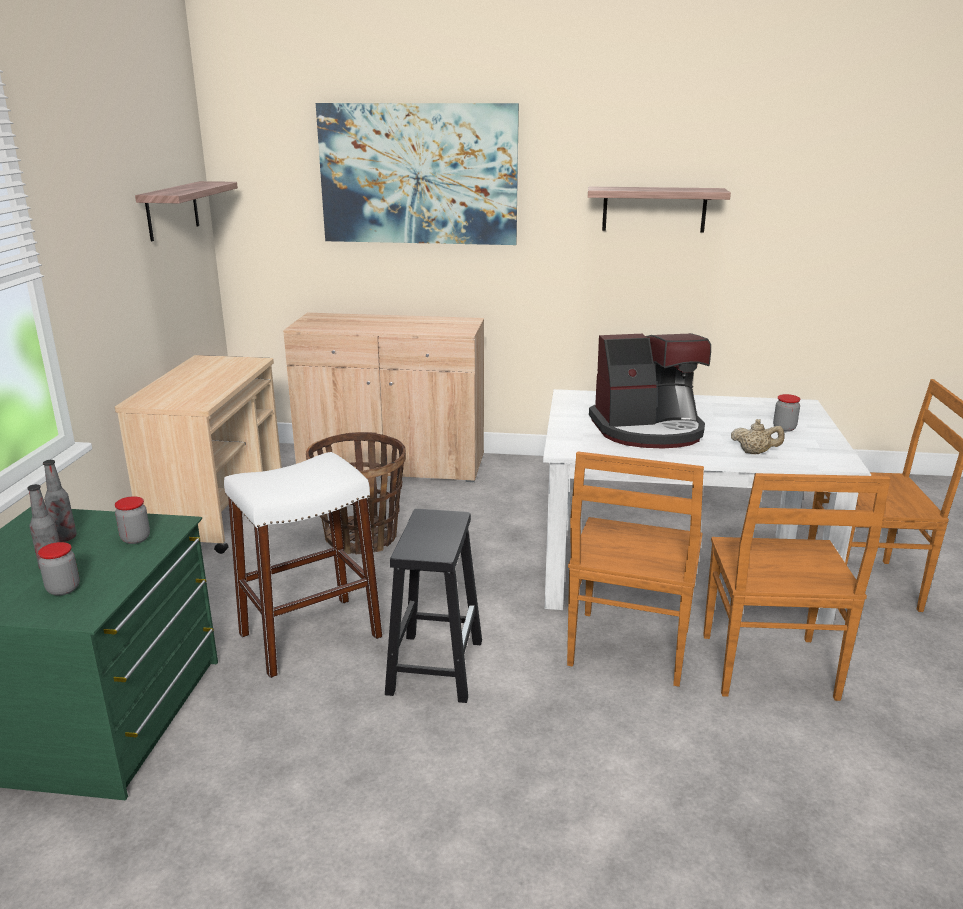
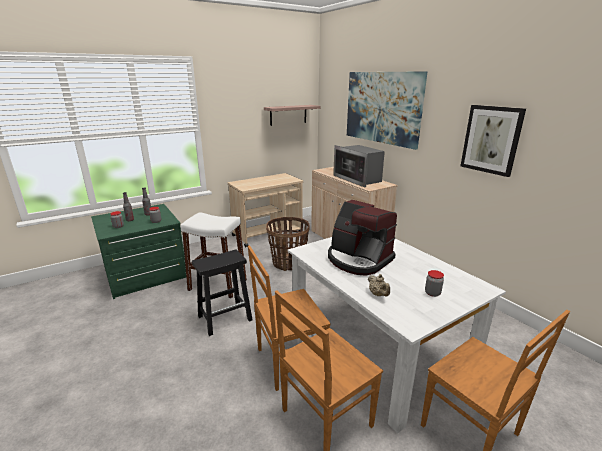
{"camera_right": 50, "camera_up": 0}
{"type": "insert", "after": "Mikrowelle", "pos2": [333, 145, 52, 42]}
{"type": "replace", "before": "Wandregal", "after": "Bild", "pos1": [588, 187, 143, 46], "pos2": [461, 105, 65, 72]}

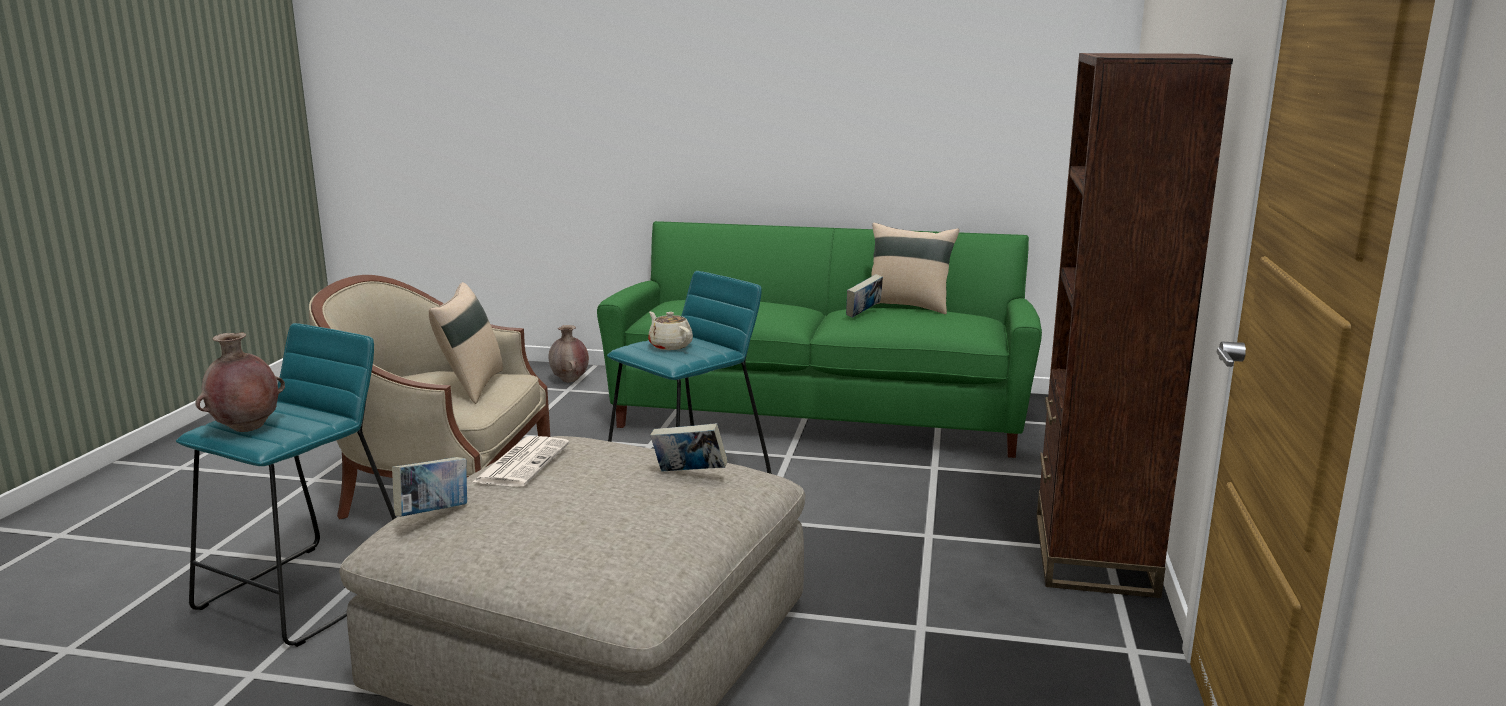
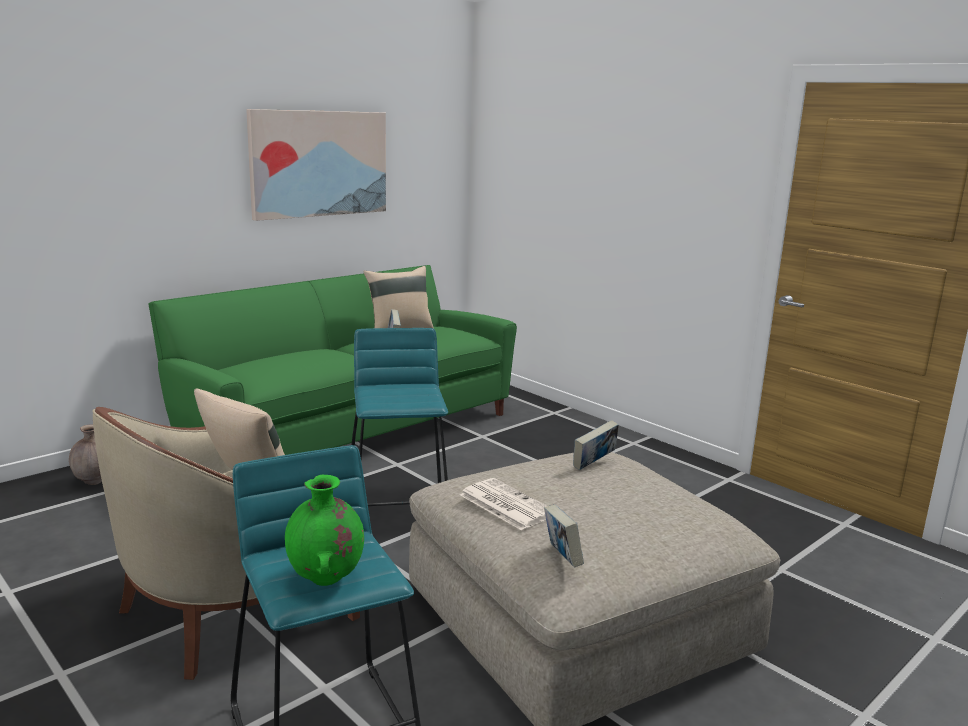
{"camera_right": -55, "camera_up": 0}
{"type": "delete", "before": "Teekanne [beige]", "pos1": [648, 312, 45, 38]}
{"type": "delete", "before": "Bücherregal [braun]", "pos1": [1037, 53, 196, 545]}
{"type": "insert", "after": "Bild", "pos2": [246, 109, 140, 112]}
{"type": "recolor", "before": "Vase [braun]", "after": "Vase [grün]", "pos1": [195, 333, 90, 99], "pos2": [285, 475, 79, 111]}

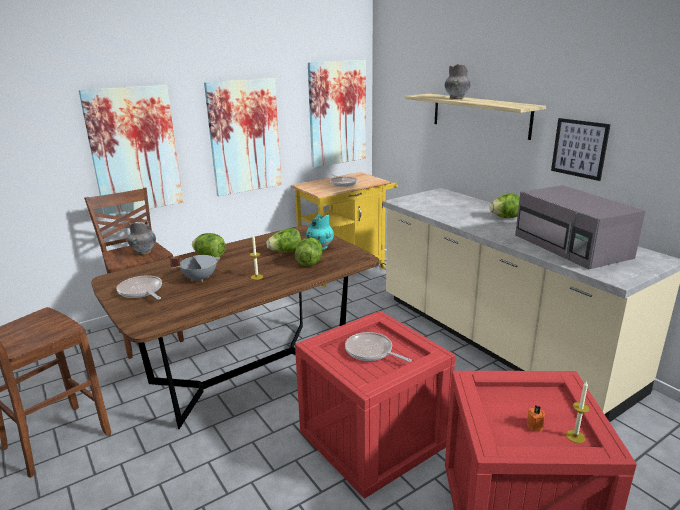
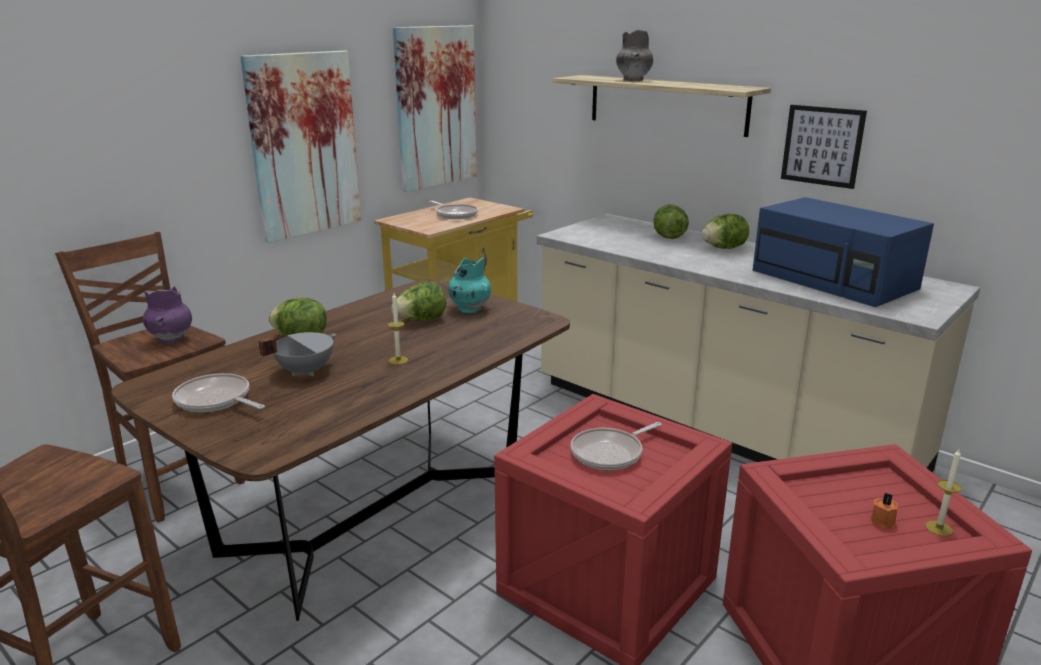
{"camera_right": -15, "camera_up": 0}
{"type": "delete", "before": "Bild", "pos1": [79, 85, 104, 130]}
{"type": "move", "before": "Salatkopf", "pos1": [295, 237, 28, 29], "pos2": [653, 204, 36, 35]}
{"type": "recolor", "before": "Vase [grau]", "after": "Vase [lila]", "pos1": [128, 221, 28, 34], "pos2": [143, 286, 49, 59]}
{"type": "recolor", "before": "Mikrowelle [grau]", "after": "Mikrowelle [blau]", "pos1": [515, 185, 130, 85], "pos2": [753, 197, 181, 110]}
{"type": "rotate", "before": "Pfanne", "pos1": [345, 332, 67, 30], "pos2": [571, 422, 91, 48], "turn": -60}

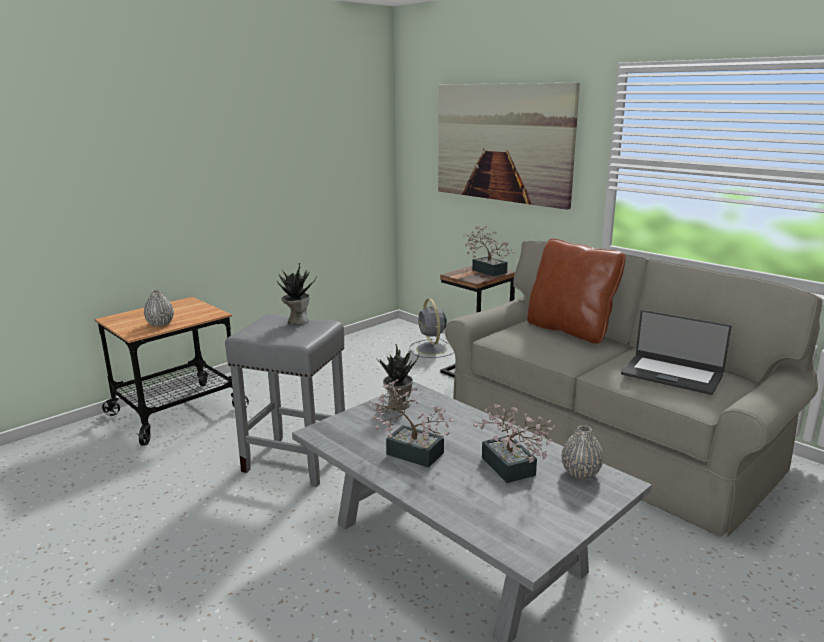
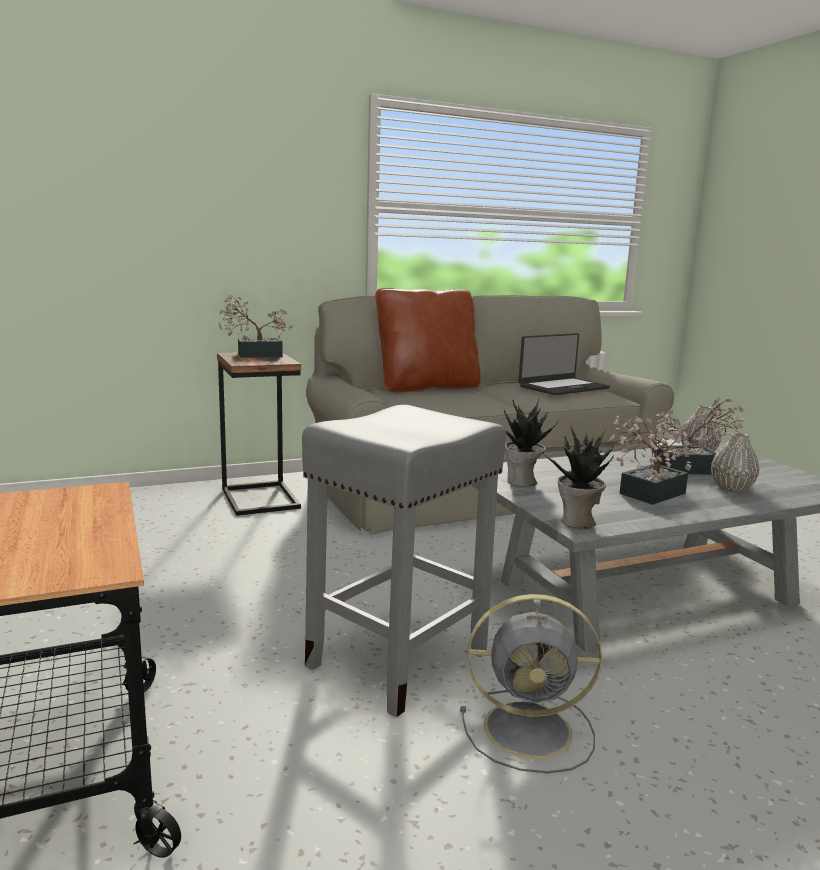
{"camera_right": -70, "camera_up": -5}
{"type": "delete", "before": "Bild", "pos1": [438, 82, 142, 128]}
{"type": "move", "before": "Vase [grau]", "pos1": [144, 290, 30, 37], "pos2": [711, 433, 48, 58]}
{"type": "move", "before": "Topfpflanze", "pos1": [277, 263, 39, 62], "pos2": [545, 426, 70, 103]}
{"type": "move", "before": "Ventilator [grau]", "pos1": [410, 299, 43, 59], "pos2": [460, 594, 142, 179]}

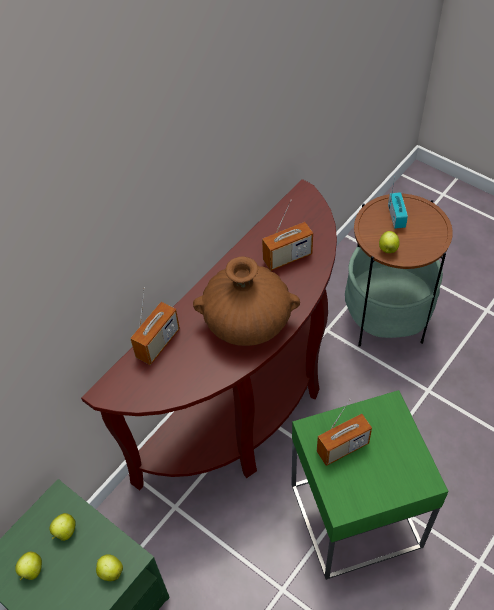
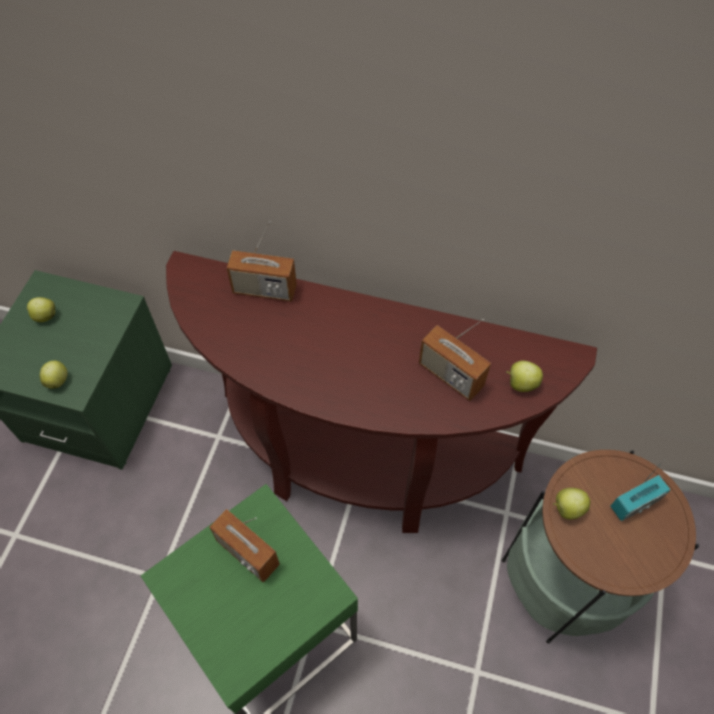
{"camera_right": 65, "camera_up": 5}
{"type": "delete", "before": "Vase [braun]", "pos1": [193, 256, 107, 90]}
{"type": "move", "before": "Apfel", "pos1": [50, 513, 26, 28], "pos2": [506, 361, 37, 31]}

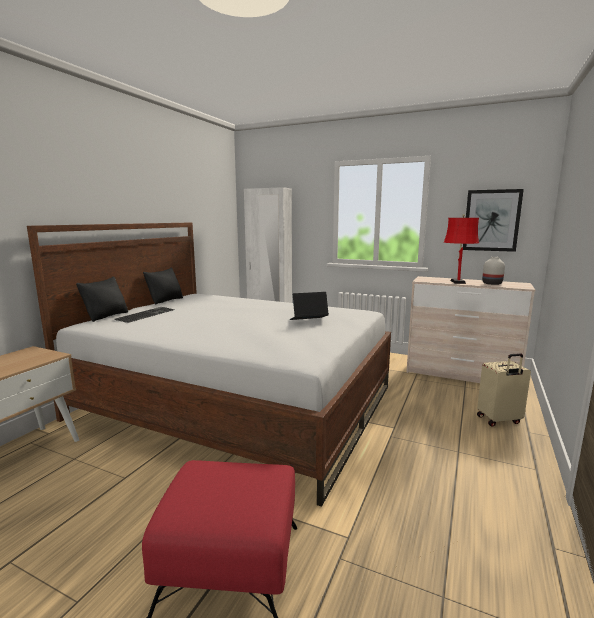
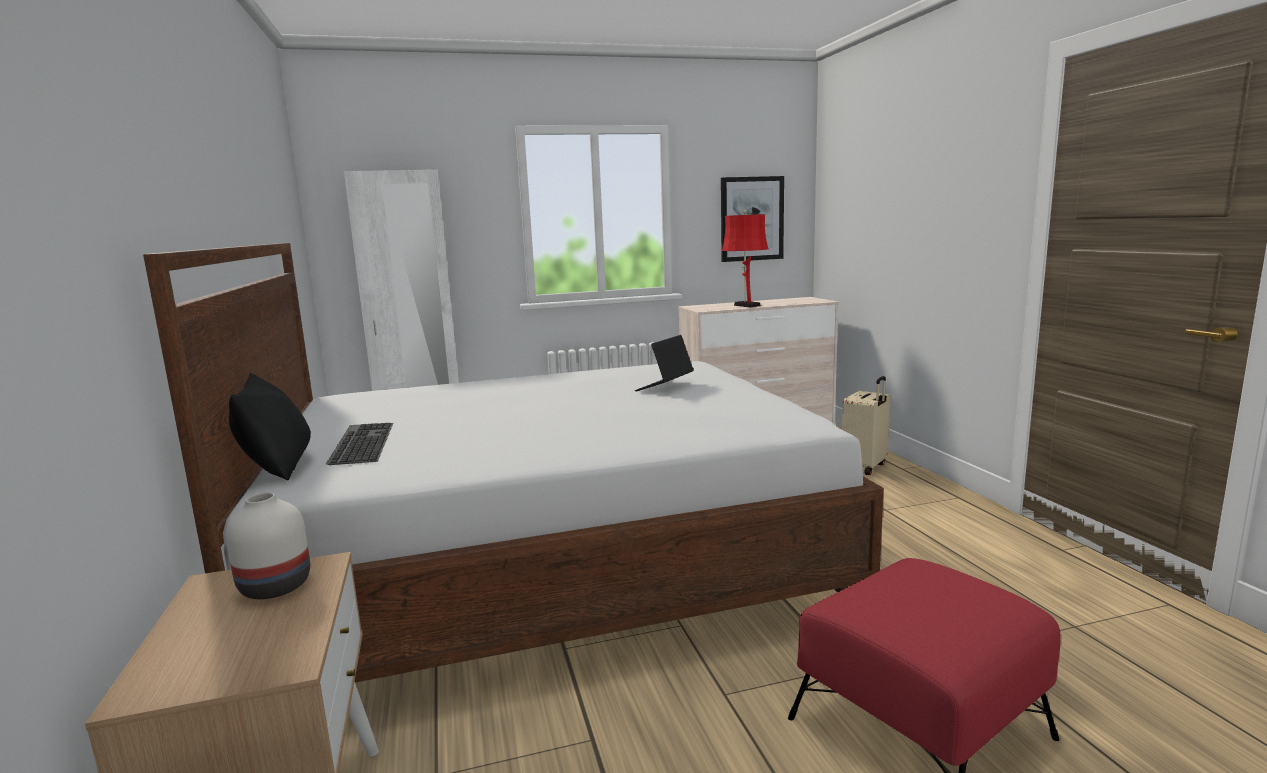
{"camera_right": -40, "camera_up": 0}
{"type": "delete", "before": "Kissen [schwarz]", "pos1": [143, 267, 40, 37]}
{"type": "move", "before": "Vase [weiß]", "pos1": [482, 257, 23, 28], "pos2": [226, 492, 84, 107]}

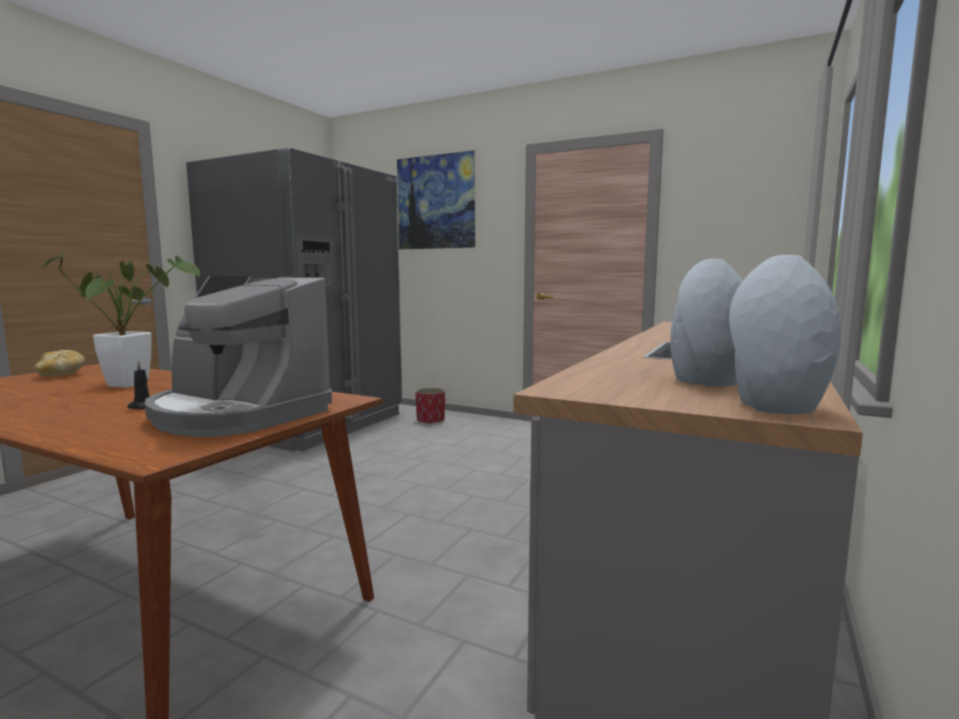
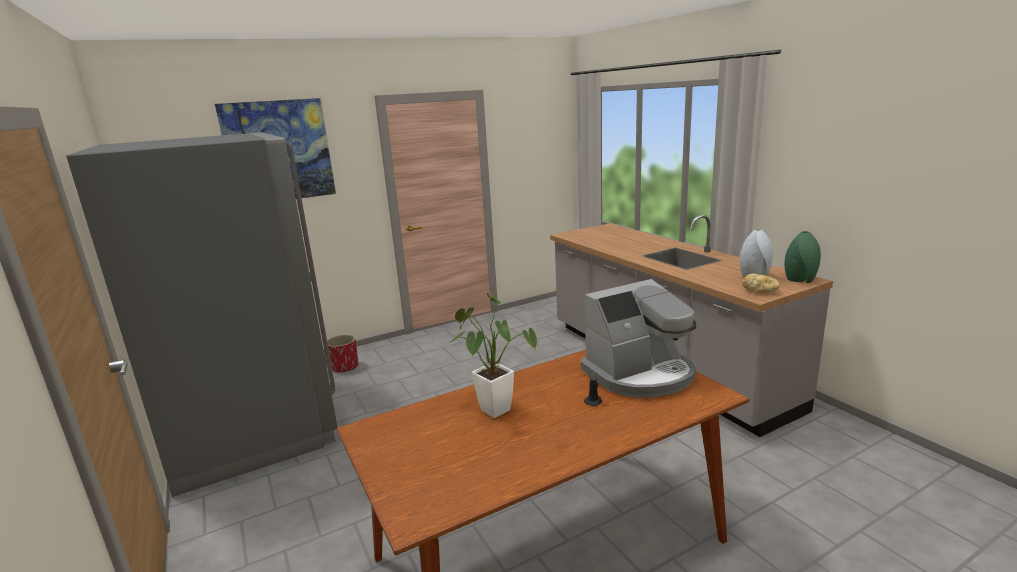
{"camera_right": -55, "camera_up": 10}
{"type": "move", "before": "Brot", "pos1": [34, 350, 52, 26], "pos2": [742, 273, 38, 20]}
{"type": "recolor", "before": "Vase [grau]", "after": "Vase [grün]", "pos1": [729, 255, 112, 159], "pos2": [784, 231, 37, 52]}

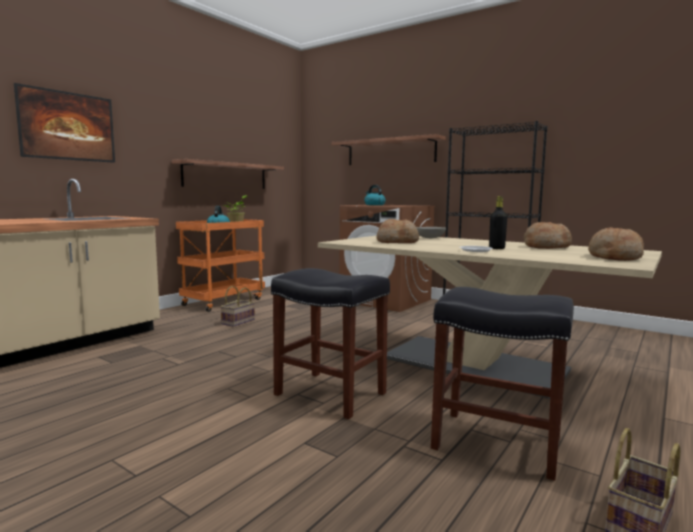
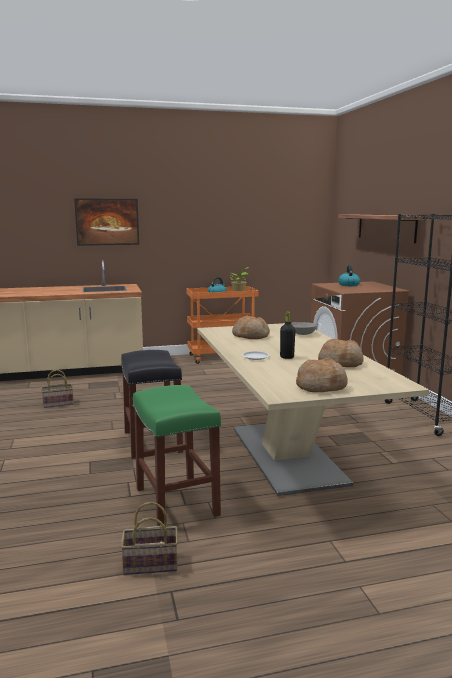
{"camera_right": 40, "camera_up": 5}
{"type": "delete", "before": "Wandregal", "pos1": [172, 159, 112, 30]}
{"type": "move", "before": "Korb", "pos1": [220, 286, 35, 41], "pos2": [41, 370, 33, 38]}
{"type": "recolor", "before": "Hocker [schwarz]", "after": "Hocker [grün]", "pos1": [431, 287, 143, 194], "pos2": [133, 385, 88, 141]}

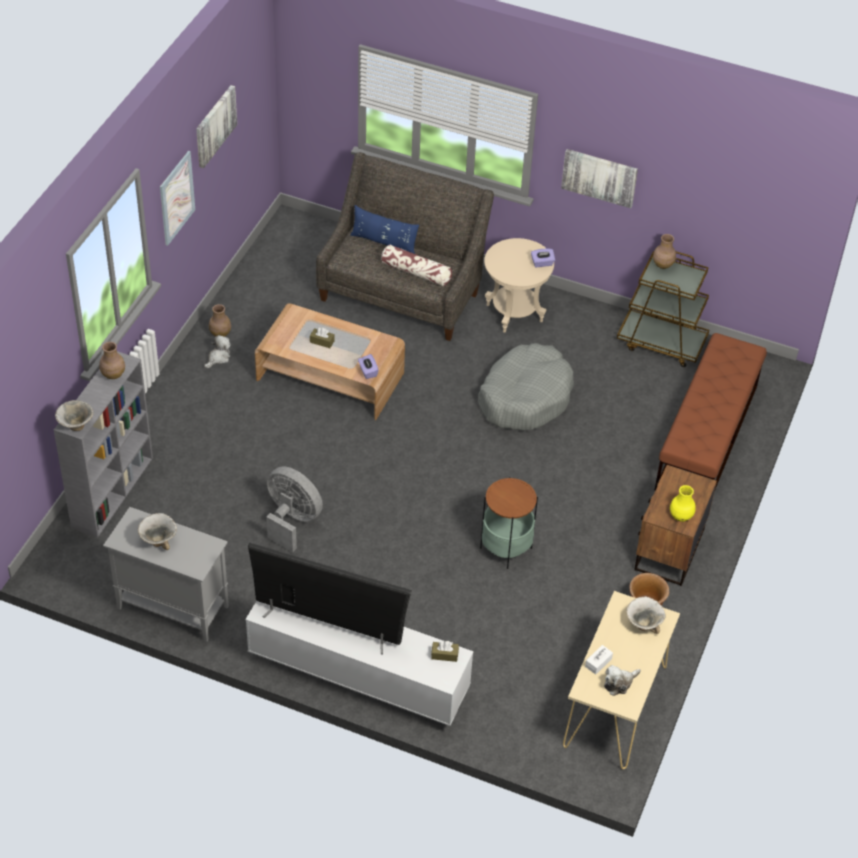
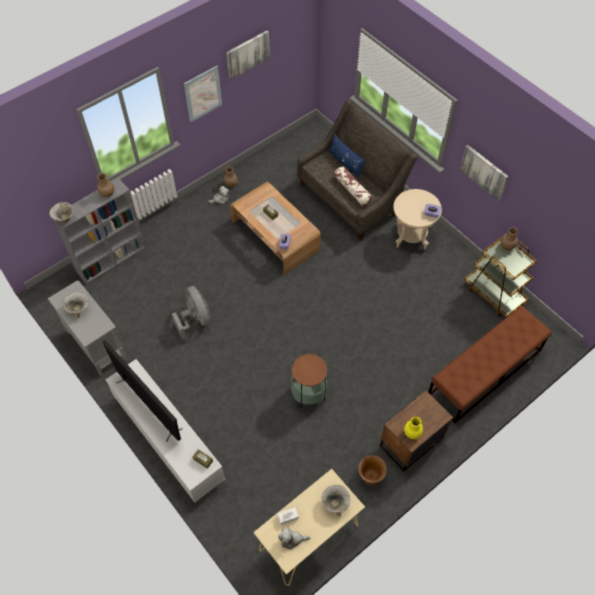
{"camera_right": 30, "camera_up": 10}
{"type": "delete", "before": "Hundebett [grau]", "pos1": [478, 343, 96, 87]}

